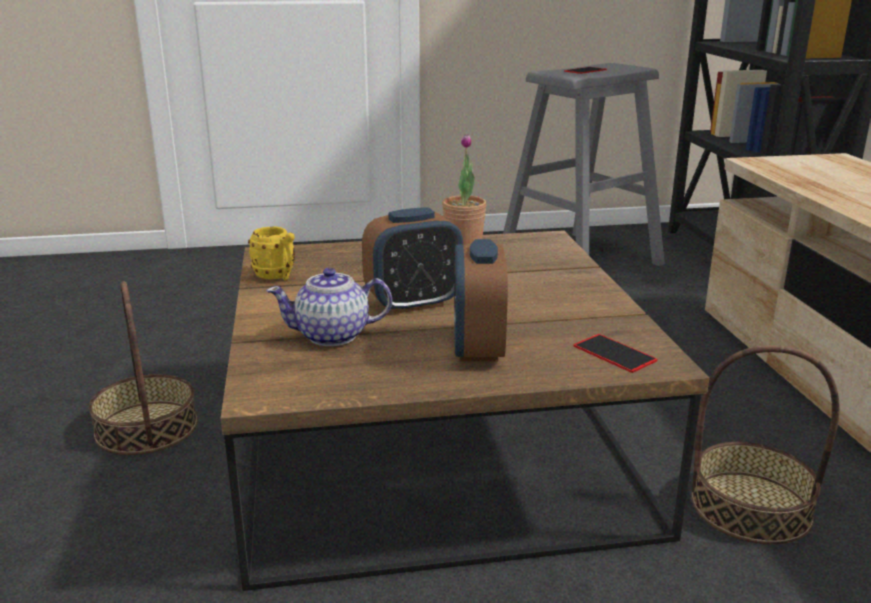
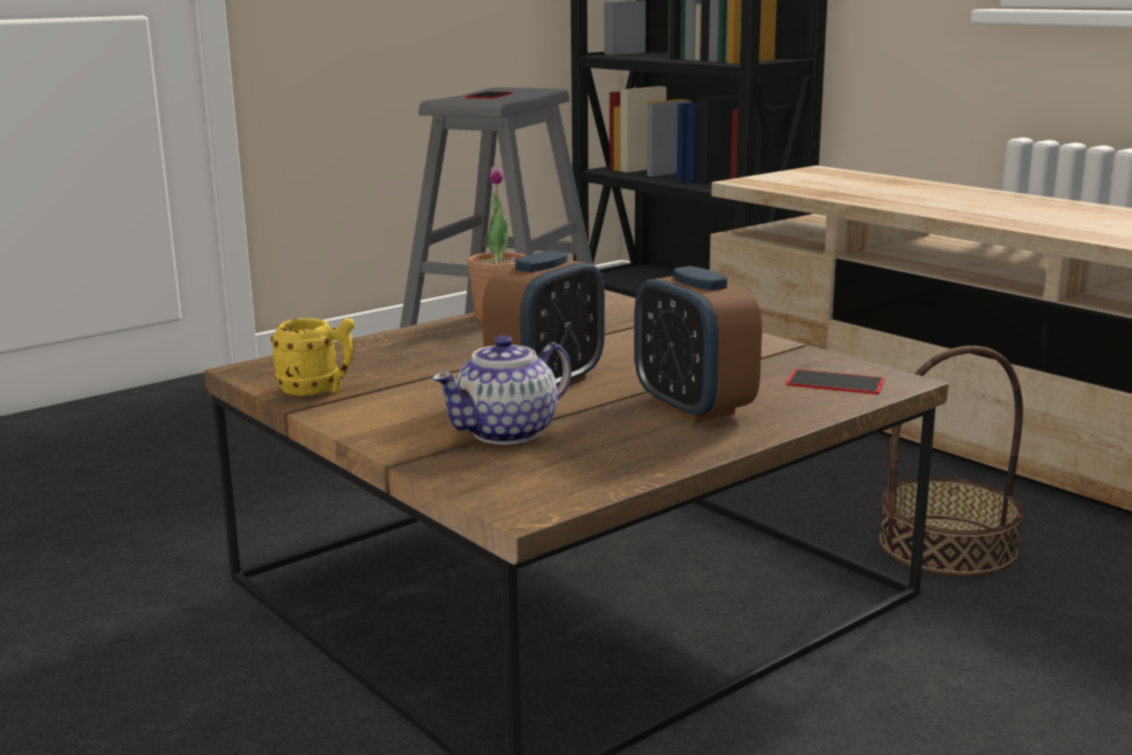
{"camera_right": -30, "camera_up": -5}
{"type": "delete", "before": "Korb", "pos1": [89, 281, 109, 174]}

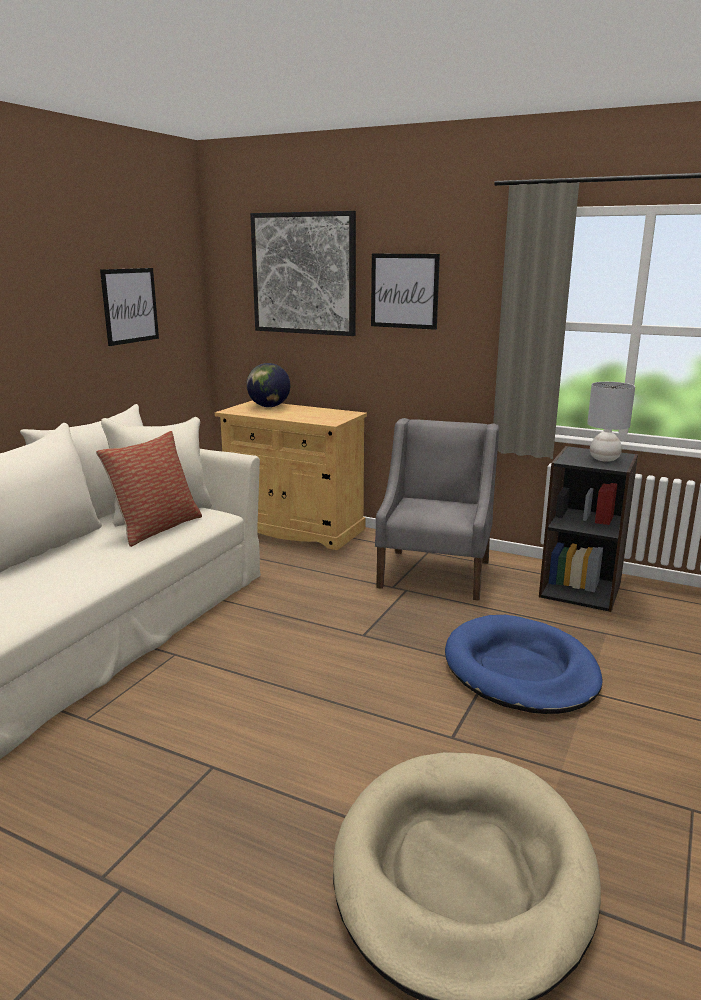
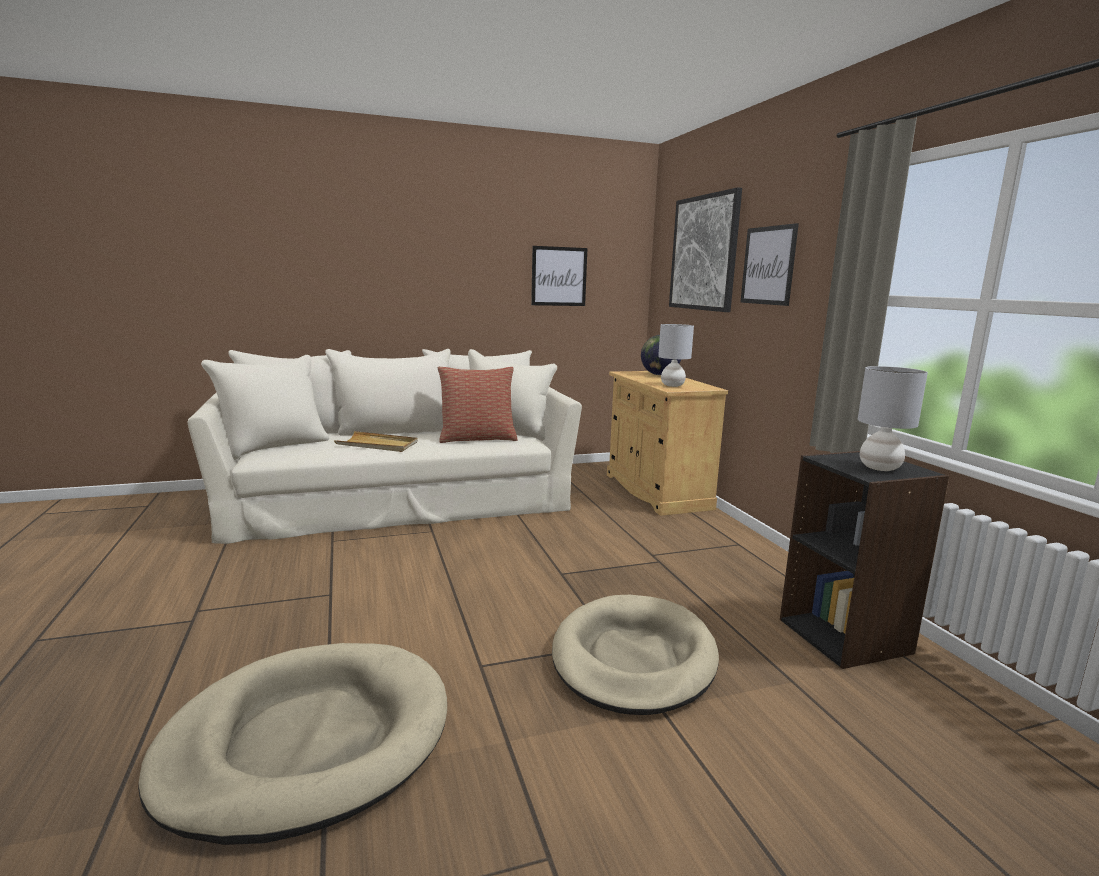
{"camera_right": 45, "camera_up": -5}
{"type": "delete", "before": "Sessel [grau]", "pos1": [375, 418, 124, 183]}
{"type": "insert", "after": "Tablett [beige]", "pos2": [334, 431, 84, 21]}
{"type": "insert", "after": "Tischlampe [grau]", "pos2": [658, 324, 36, 63]}
{"type": "recolor", "before": "Hundebett [blau]", "after": "Hundebett [beige]", "pos1": [445, 615, 158, 99], "pos2": [552, 595, 167, 120]}

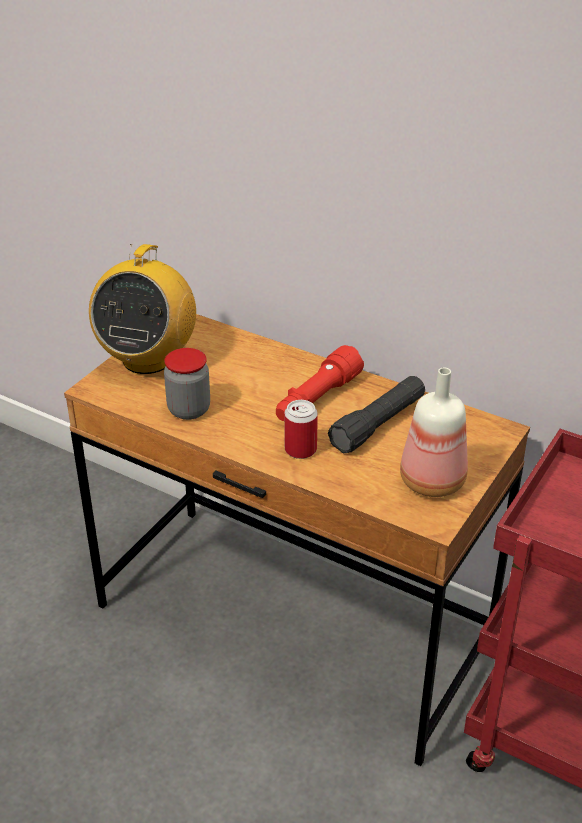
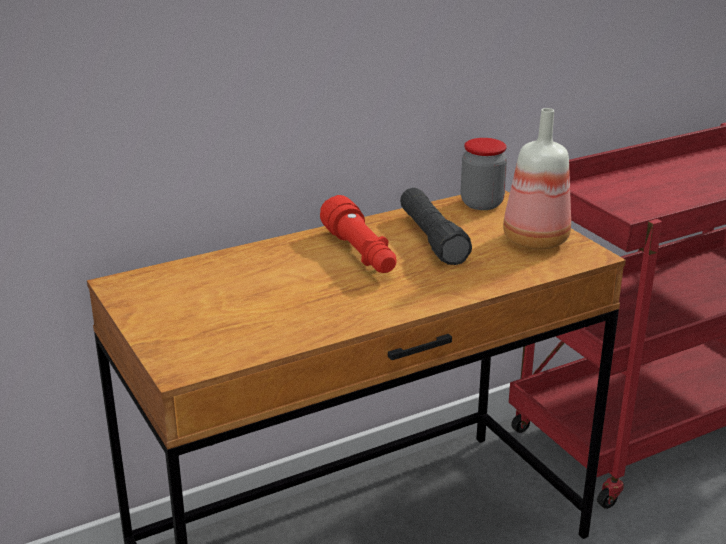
{"camera_right": -60, "camera_up": -10}
{"type": "delete", "before": "Radio", "pos1": [89, 244, 107, 130]}
{"type": "delete", "before": "Dose", "pos1": [284, 400, 34, 59]}
{"type": "move", "before": "Vorratsglas", "pos1": [164, 348, 46, 72], "pos2": [461, 138, 46, 72]}

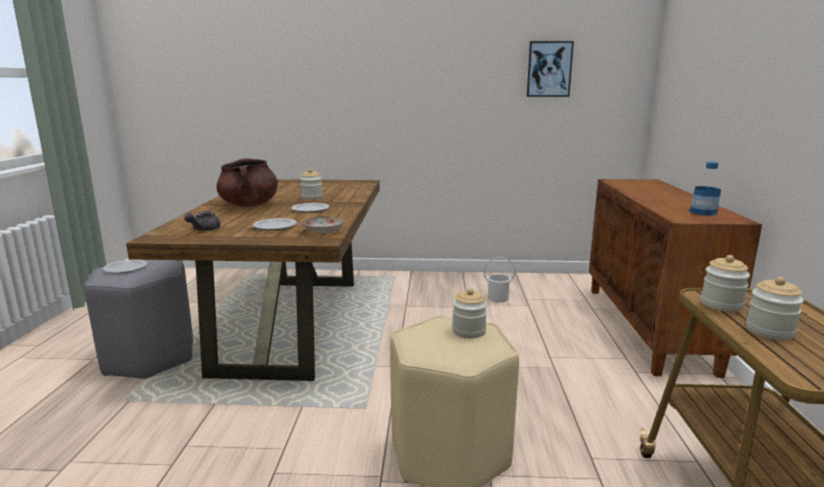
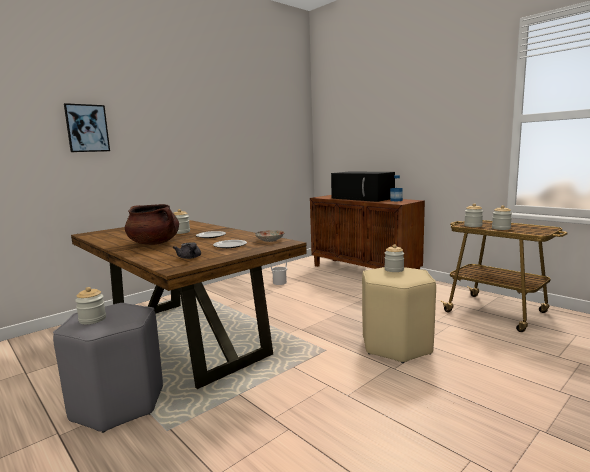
{"camera_right": -45, "camera_up": -5}
{"type": "insert", "after": "Mikrowelle [schwarz]", "pos2": [331, 171, 64, 31]}
{"type": "move", "before": "Bild", "pos1": [527, 41, 47, 56], "pos2": [64, 103, 46, 49]}
{"type": "replace", "before": "Teller", "after": "Vorratsglas", "pos1": [102, 259, 46, 14], "pos2": [75, 287, 31, 37]}

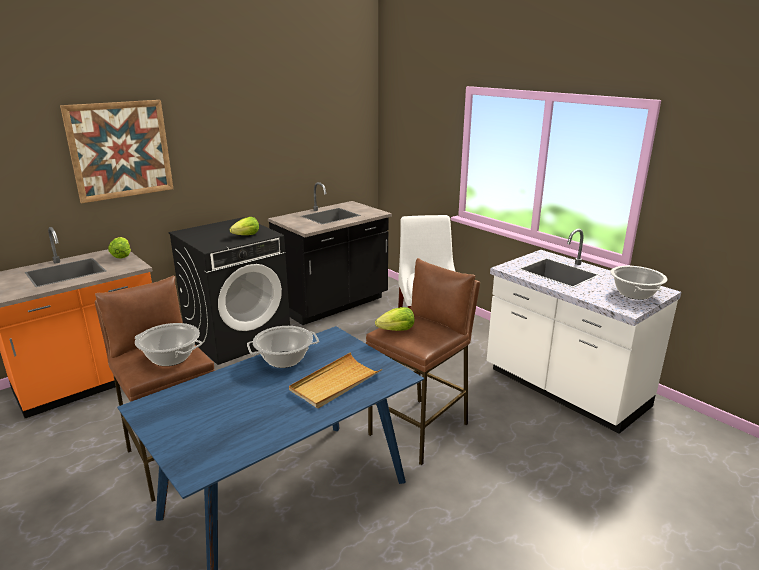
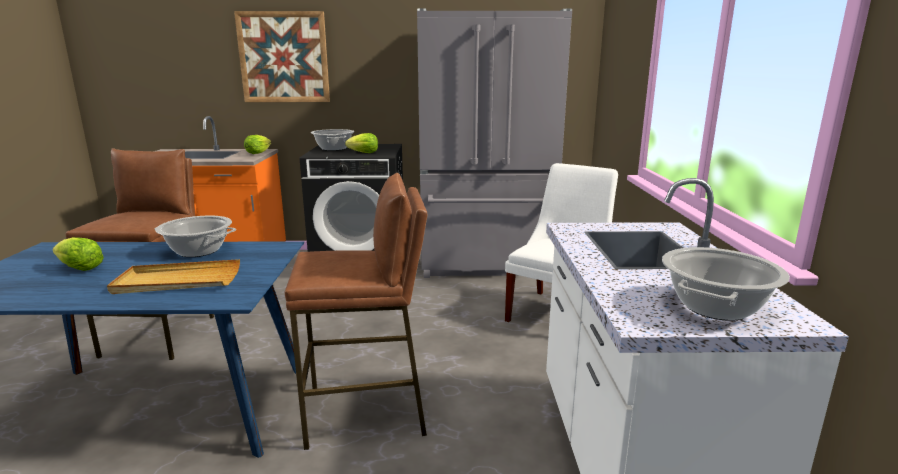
{"camera_right": 40, "camera_up": -5}
{"type": "move", "before": "Kochtopf", "pos1": [135, 323, 67, 43], "pos2": [311, 129, 44, 22]}
{"type": "move", "before": "Salatkopf", "pos1": [375, 307, 39, 24], "pos2": [52, 237, 52, 34]}
{"type": "replace", "before": "Küchenzeile [schwarz]", "after": "Kühlschrank [grau]", "pos1": [268, 182, 124, 143], "pos2": [417, 8, 155, 270]}

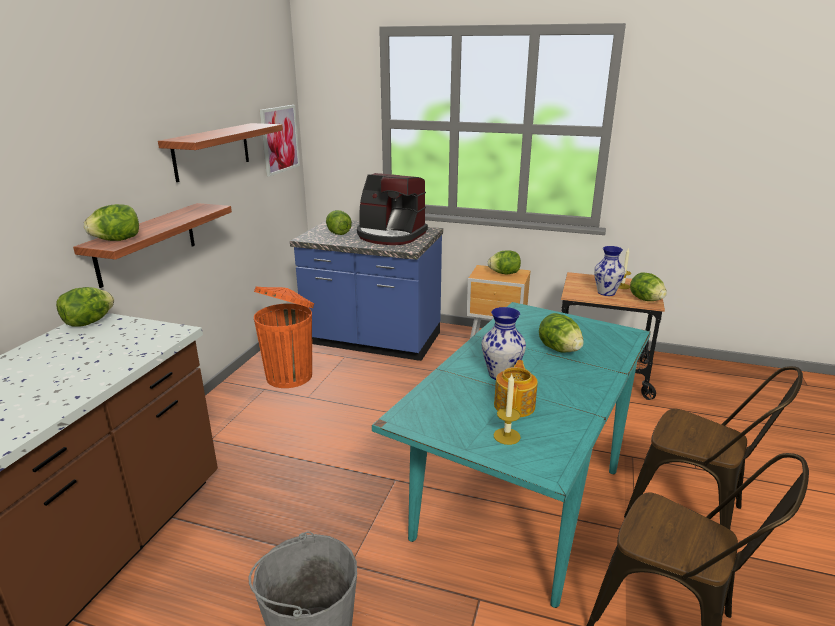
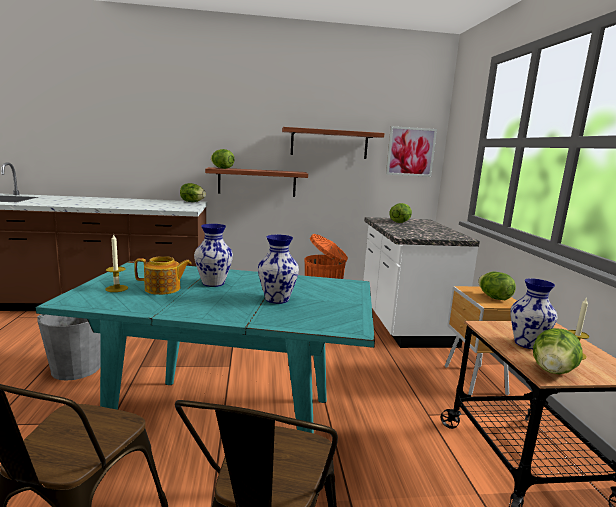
{"camera_right": 65, "camera_up": -10}
{"type": "delete", "before": "Kaffeemaschine", "pos1": [357, 173, 71, 72]}
{"type": "replace", "before": "Salatkopf", "after": "Vase", "pos1": [539, 313, 45, 40], "pos2": [258, 235, 41, 69]}
{"type": "recolor", "before": "Küchenzeile [blau]", "after": "Küchenzeile [weiß]", "pos1": [290, 220, 153, 141], "pos2": [363, 217, 117, 131]}

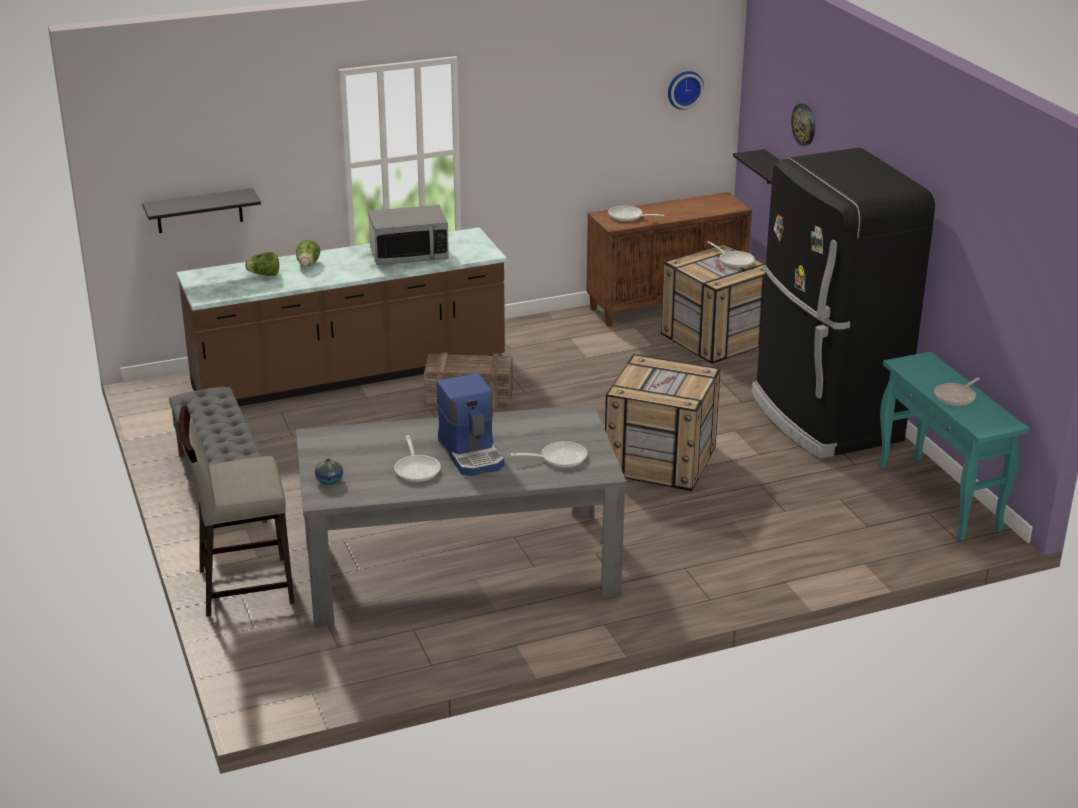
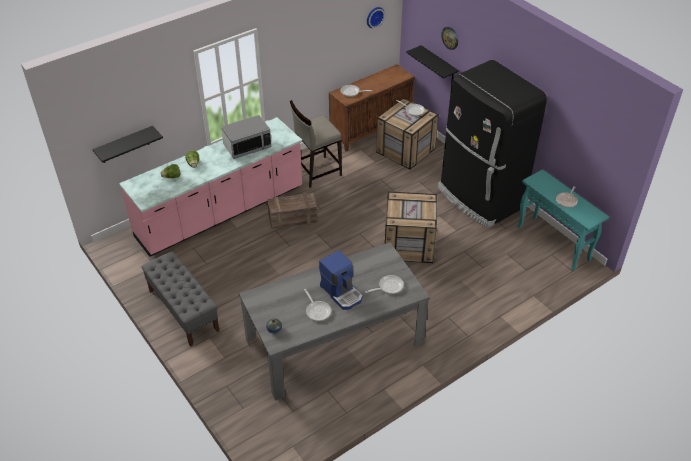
{"camera_right": -15, "camera_up": 15}
{"type": "move", "before": "Hocker [beige]", "pos1": [179, 405, 115, 212], "pos2": [290, 100, 52, 88]}
{"type": "recolor", "before": "Küchenzeile [braun]", "after": "Küchenzeile [rosa]", "pos1": [176, 227, 331, 180], "pos2": [119, 117, 183, 140]}

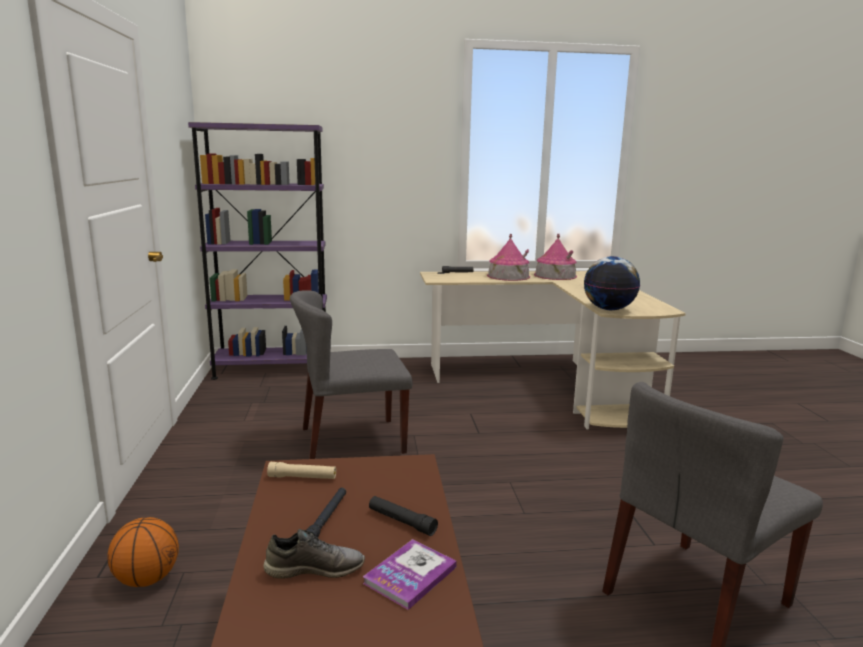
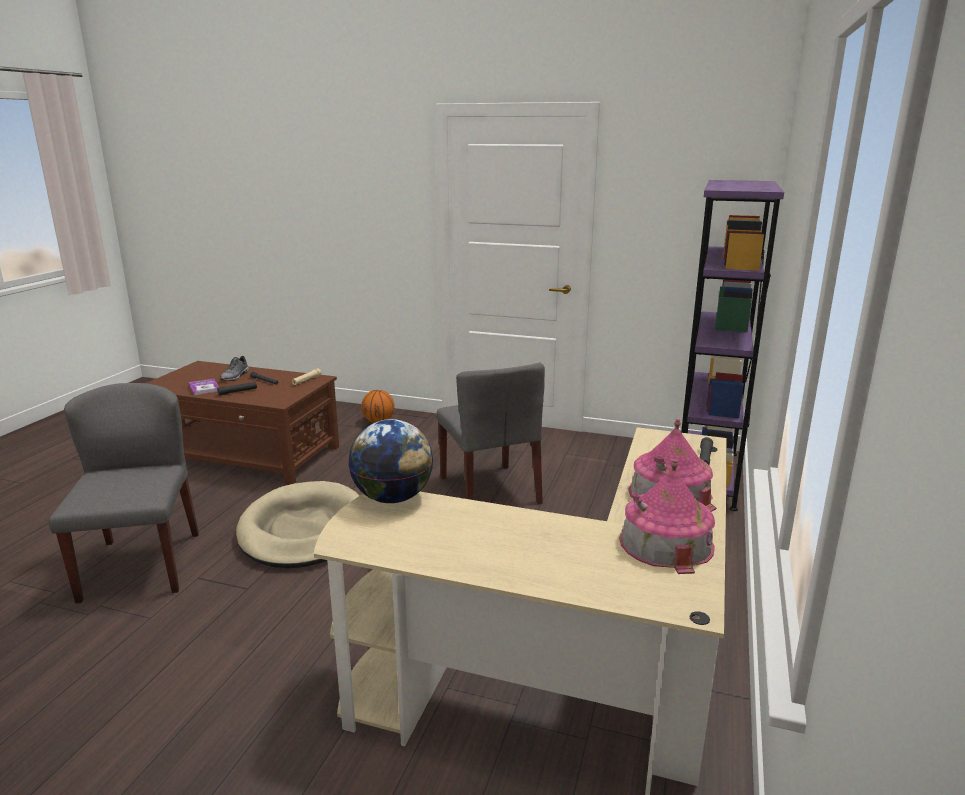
{"camera_right": 115, "camera_up": 5}
{"type": "insert", "after": "Hundebett [beige]", "pos2": [236, 481, 123, 87]}
{"type": "rotate", "before": "Stuhl [grau]", "pos1": [290, 290, 122, 169], "pos2": [437, 363, 108, 141], "turn": 150}

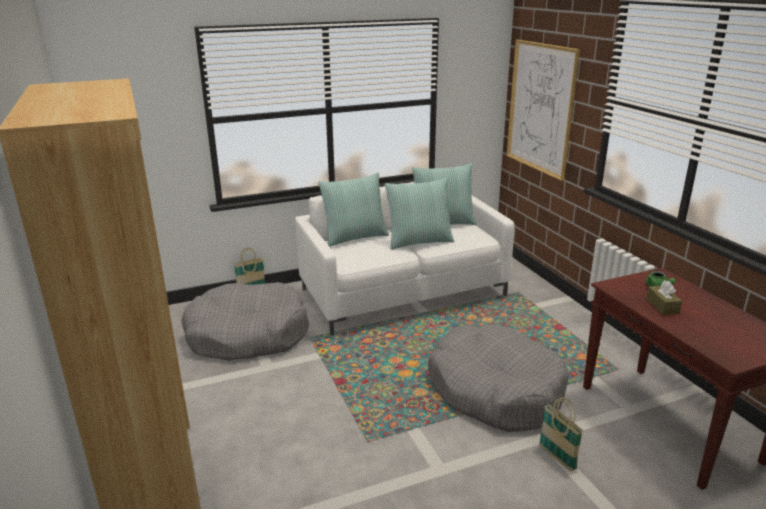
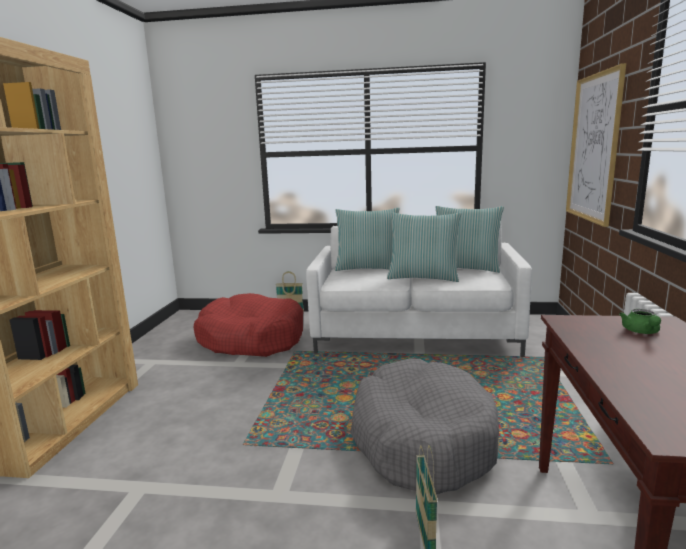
{"camera_right": 30, "camera_up": -10}
{"type": "delete", "before": "Taschentuchbox [braun]", "pos1": [646, 280, 36, 35]}
{"type": "recolor", "before": "Hundebett [grau]", "after": "Hundebett [rot]", "pos1": [181, 282, 128, 79], "pos2": [194, 293, 109, 64]}

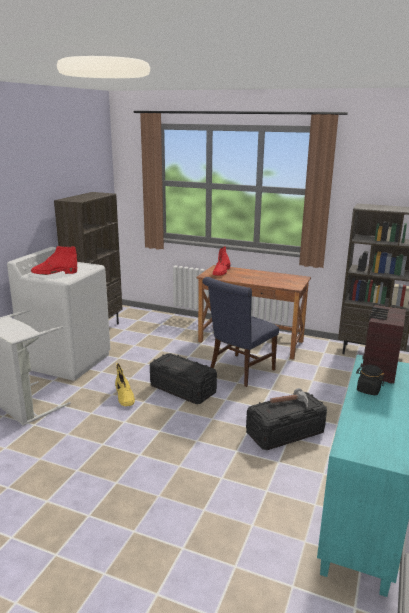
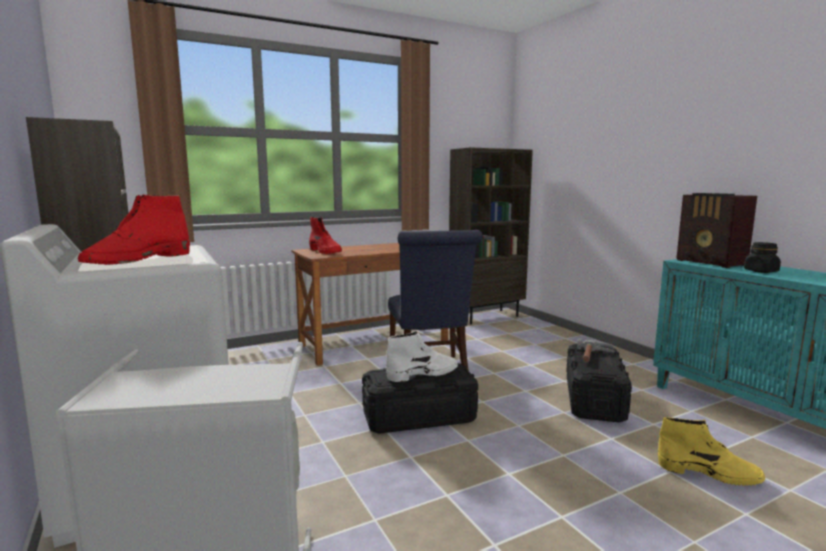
{"camera_right": -50, "camera_up": -10}
{"type": "insert", "after": "Stiefel [weiß]", "pos2": [386, 331, 72, 51]}
{"type": "move", "before": "Stiefel [gelb]", "pos1": [115, 363, 20, 43], "pos2": [658, 417, 107, 69]}

